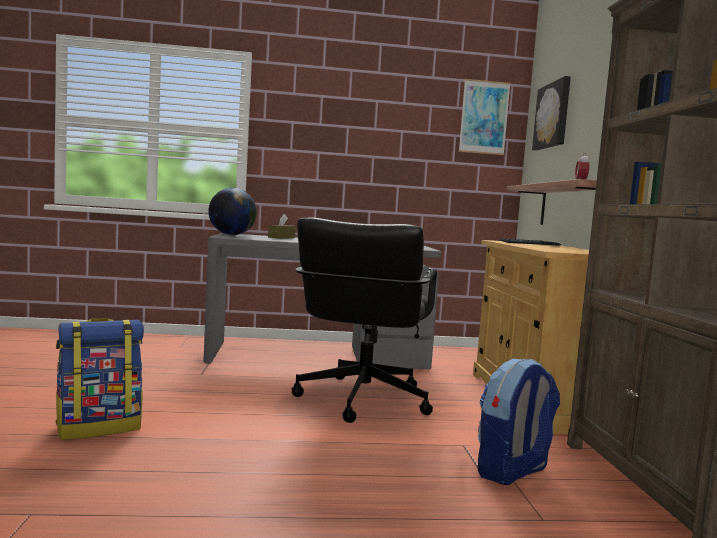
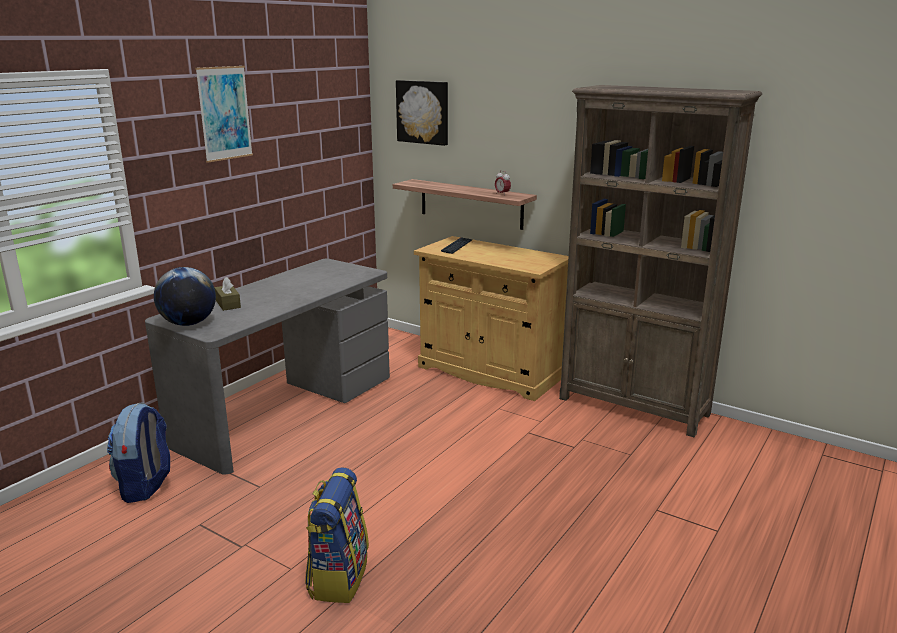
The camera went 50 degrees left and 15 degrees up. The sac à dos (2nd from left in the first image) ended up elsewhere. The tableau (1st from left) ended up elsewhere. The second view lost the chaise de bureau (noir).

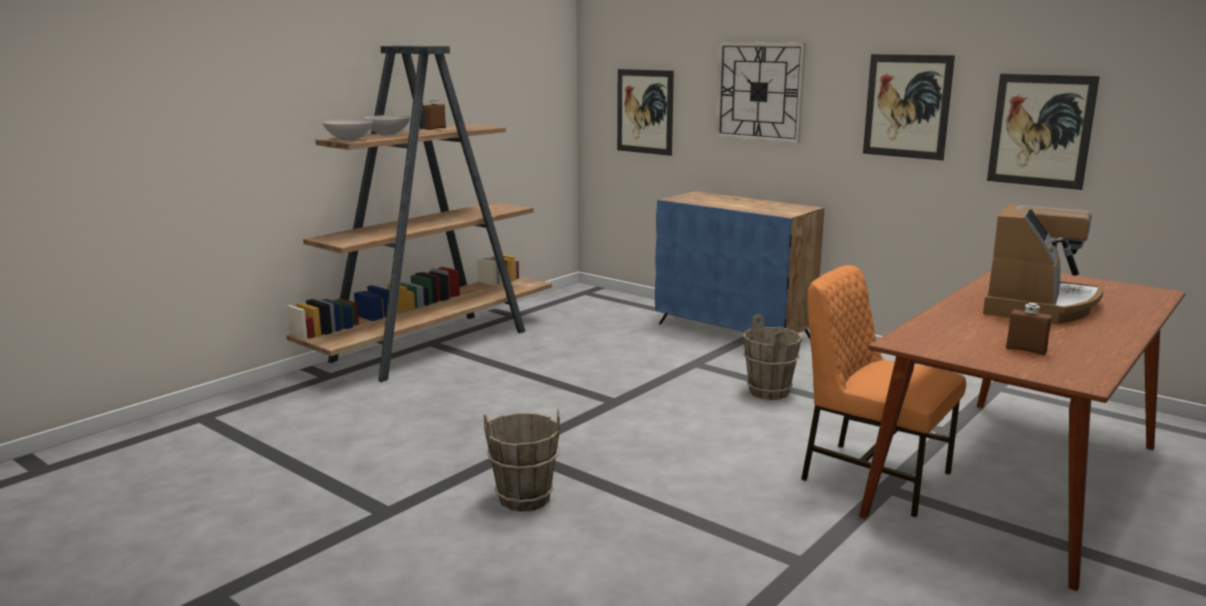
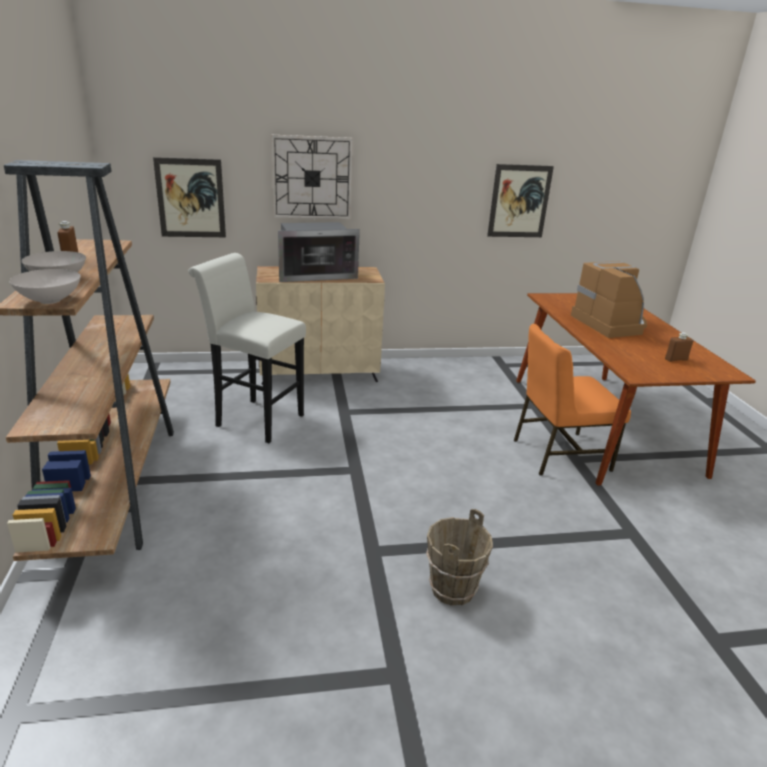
The camera went 50 degrees left and 10 degrees up. The second view gained the tabouret (blanc). What was the meuble de rangement (bleu) turned into the meuble de rangement (beige). The second view gained the micro-ondes. The second view lost the seau (marron) (2nd from left). The second view lost the tableau (2nd from left).

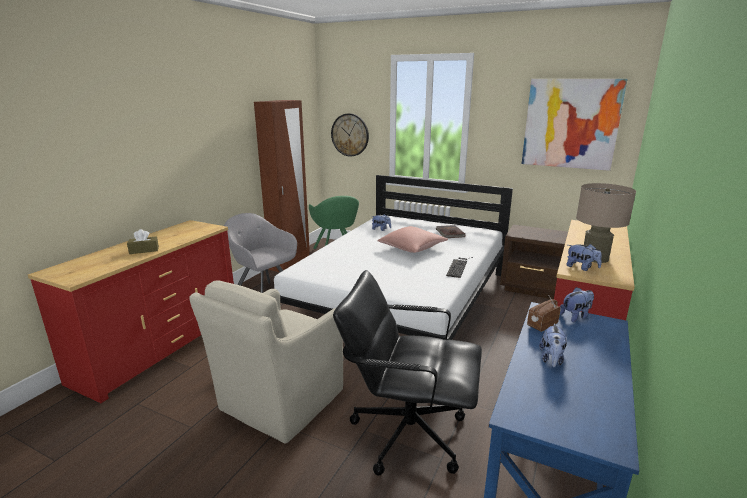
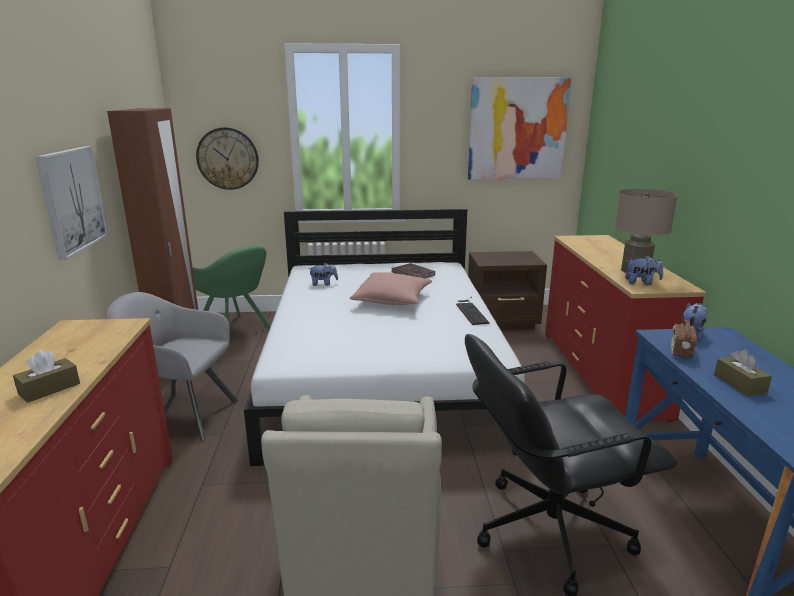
The camera went 30 degrees left and 0 degrees up. The second view gained the tableau (1st from left). Where the peluche (2nd from left) stood, the boîte à mouchoirs (marron) (2nd from left) came to stand.

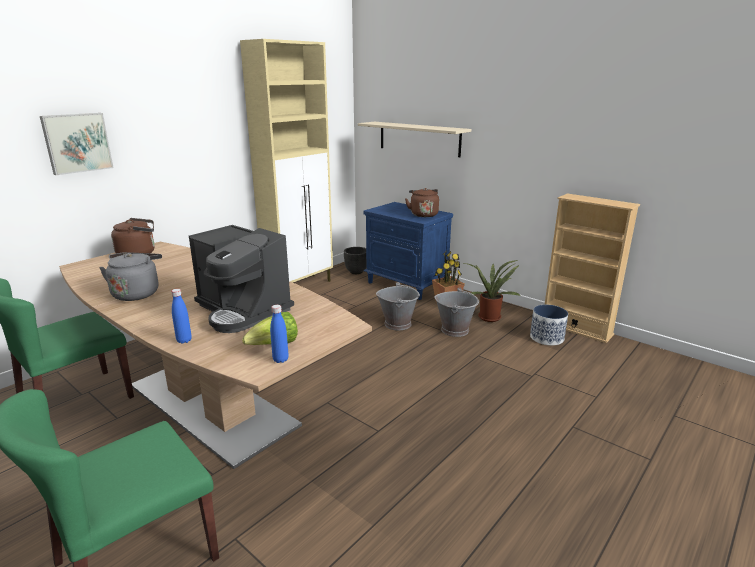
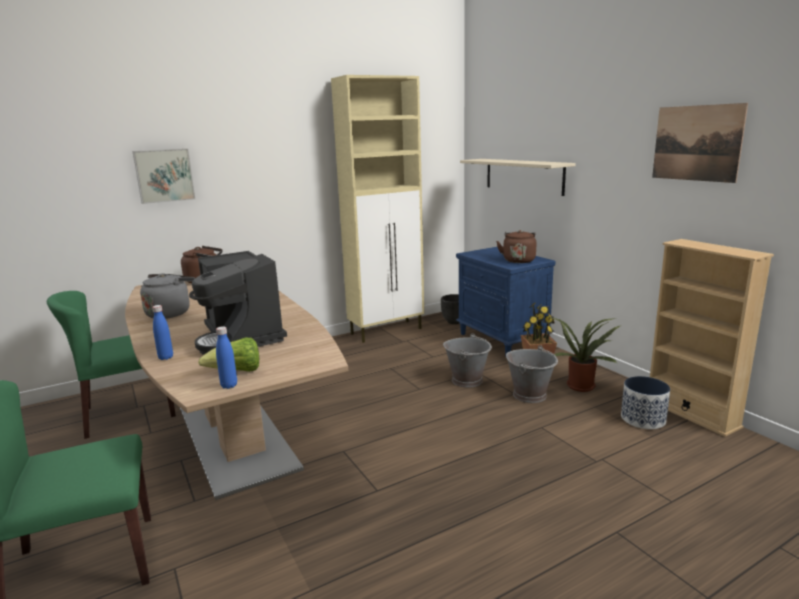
The camera went 20 degrees right and 5 degrees down. The second view gained the tableau (2nd from left).

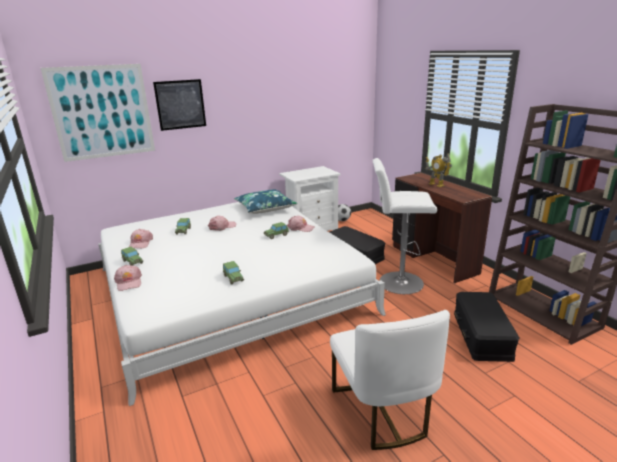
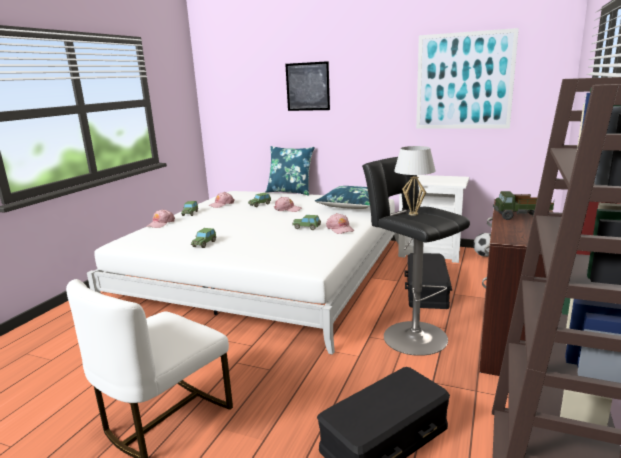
The camera went 50 degrees right and 5 degrees down. The second view gained the coussin (bleu) (1st from left). What was the tabouret (blanc) turned into the tabouret (noir). The second view gained the lampe de table (blanc). The tableau (1st from left in the first image) ended up elsewhere. Where the robot jouet stood, the camion jouet came to stand.

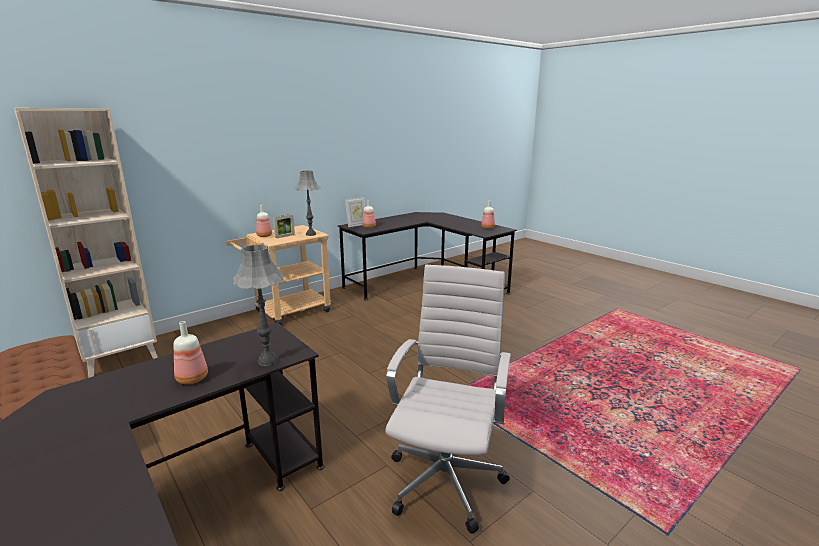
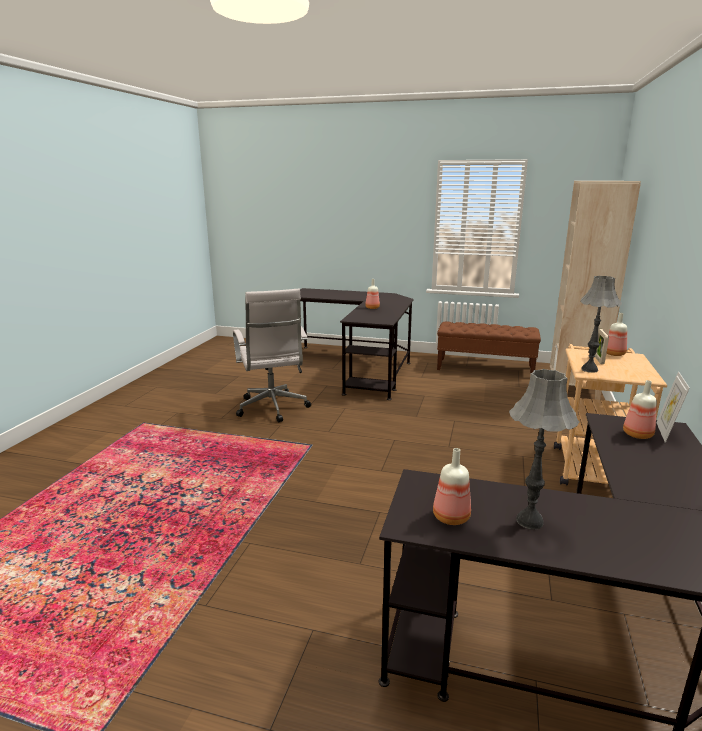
The camera went 145 degrees right and 0 degrees up. The lampe de table (gris) (1st from left) ended up elsewhere.

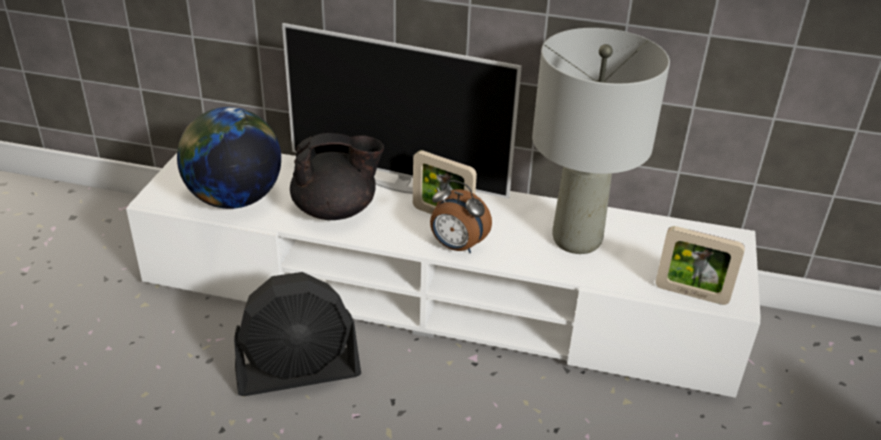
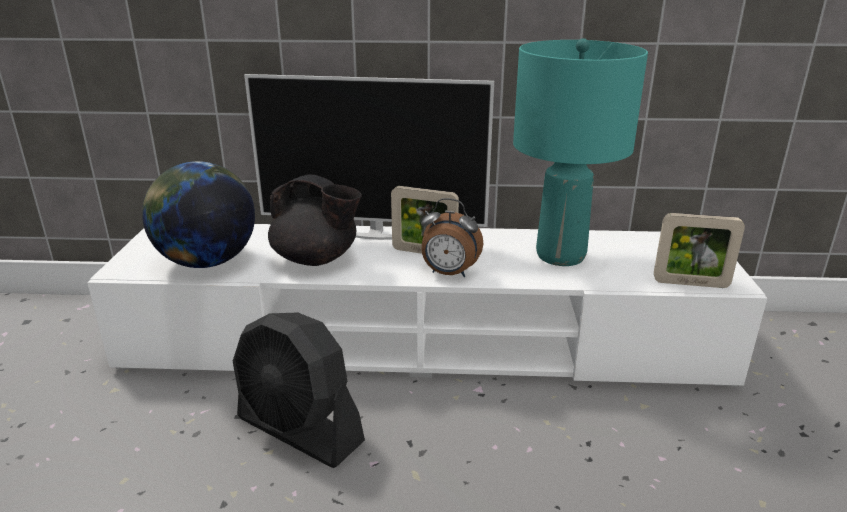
The camera went 10 degrees left and 10 degrees down. The ventilateur (noir) ended up facing another way, 60 degrees clockwise from before. The théière (noir) ended up facing another way, 45 degrees clockwise from before. What was the lampe de table (gris) turned into the lampe de table (turquoise).

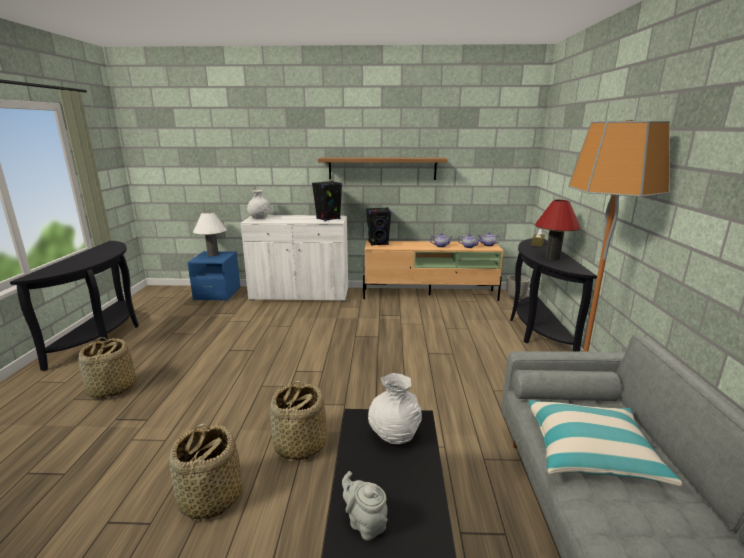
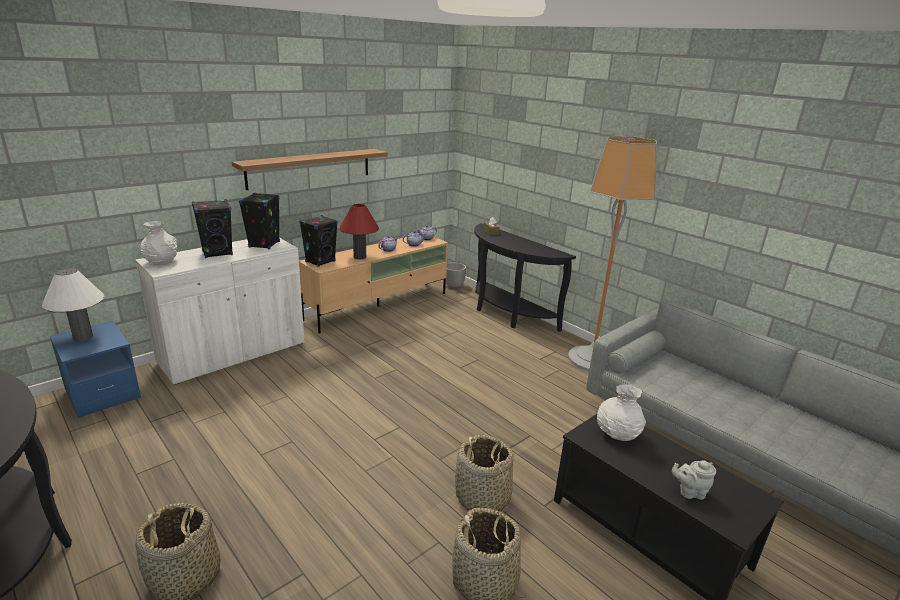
The camera went 45 degrees left and 5 degrees up. The second view gained the enceinte (noir) (1st from left). The lampe de table (rouge) ended up elsewhere. The second view lost the coussin.

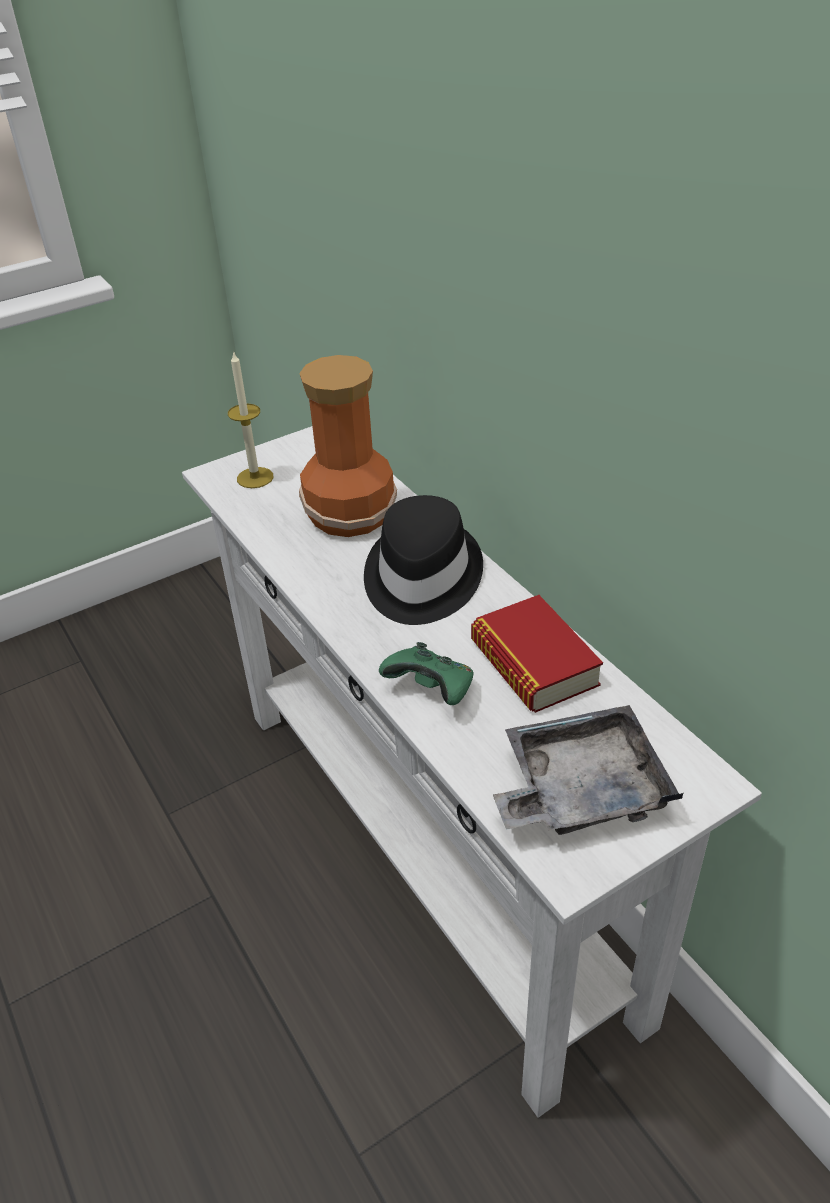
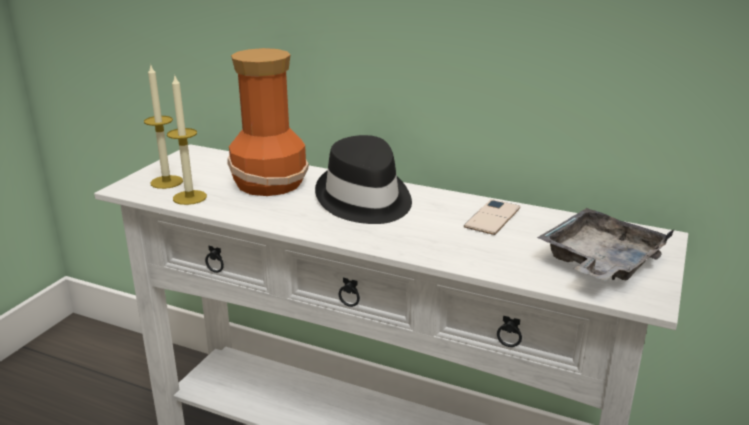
The camera went 35 degrees left and 15 degrees down. The second view gained the bougie (2nd from left). Where the livre stood, the téléphone came to stand. The second view lost the manette (vert).

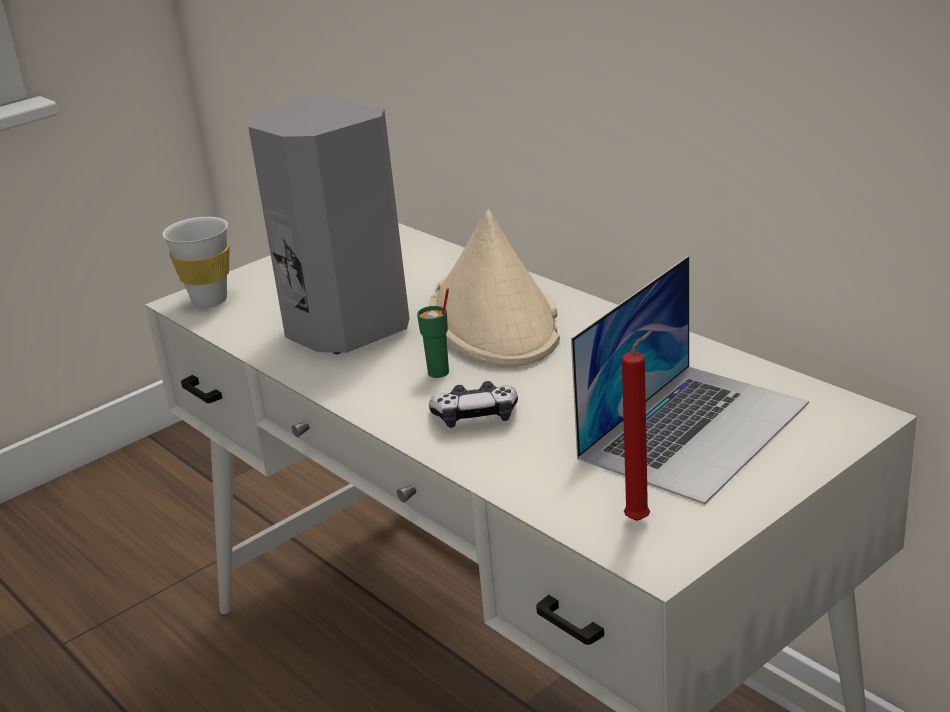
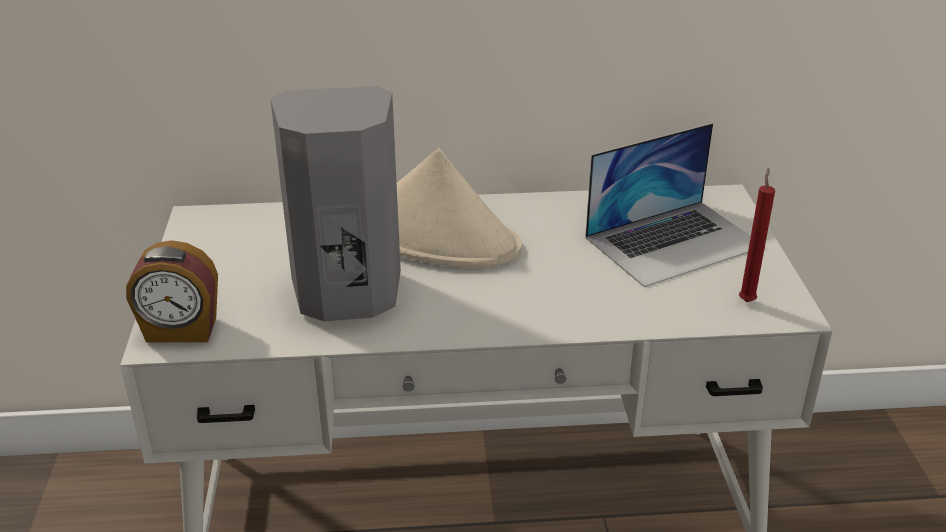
The camera went 55 degrees left and 5 degrees up. Where the tasse (blanc) stood, the réveil came to stand. The ordinateur portable ended up facing another way, 75 degrees clockwise from before. The second view lost the tasse (vert). The second view lost the manette.

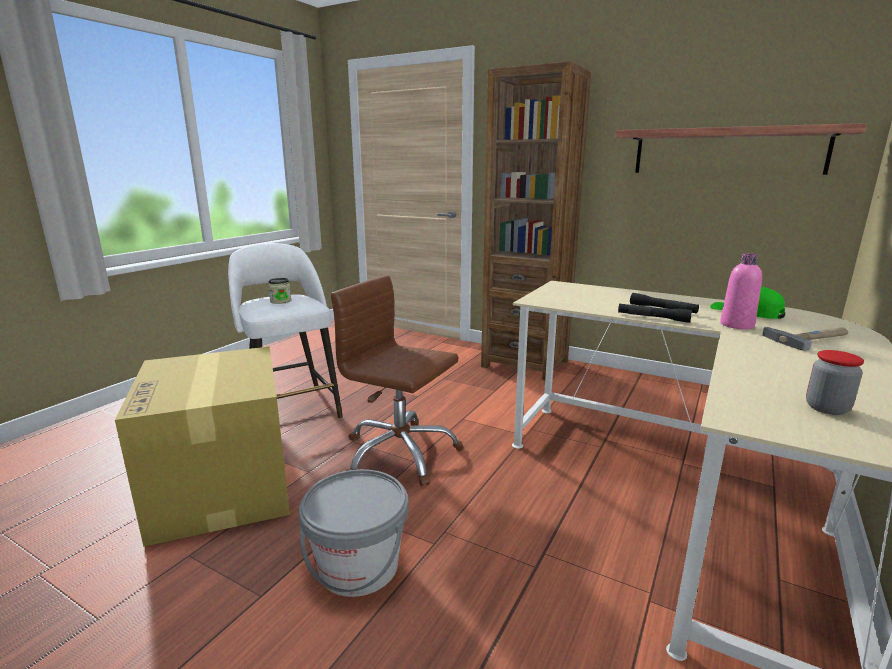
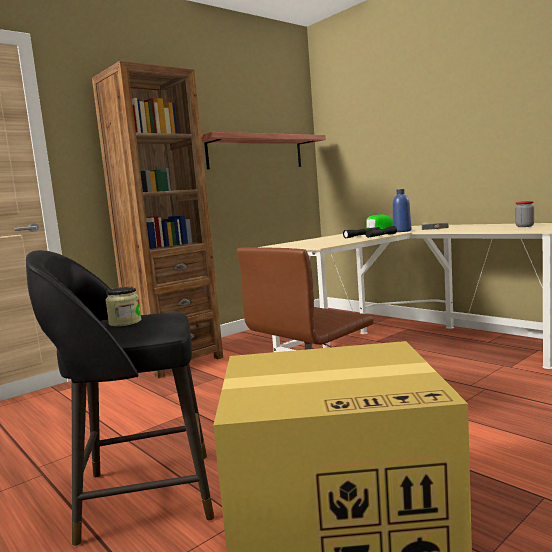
The camera went 70 degrees left and 10 degrees down. What was the tabouret (blanc) turned into the tabouret (noir). What was the bouteille (rose) turned into the bouteille (bleu). The second view lost the seau (gris).

